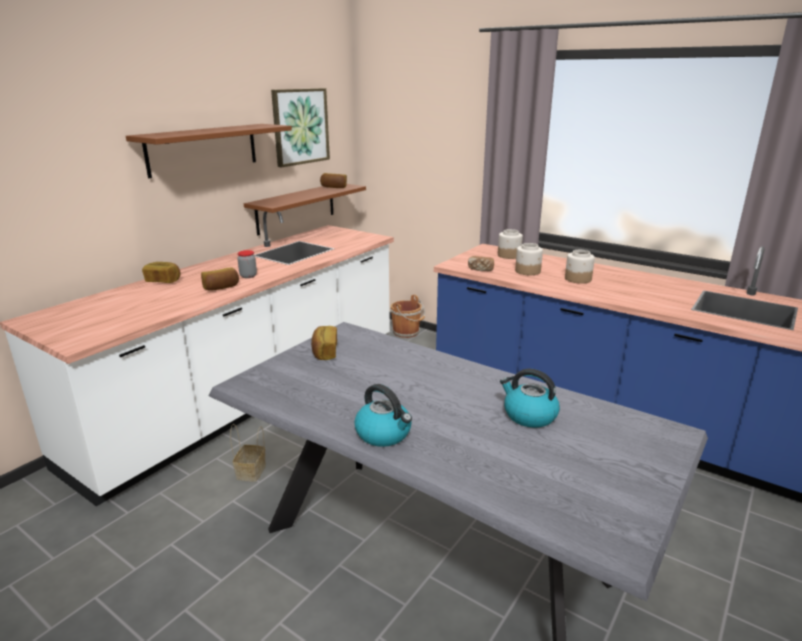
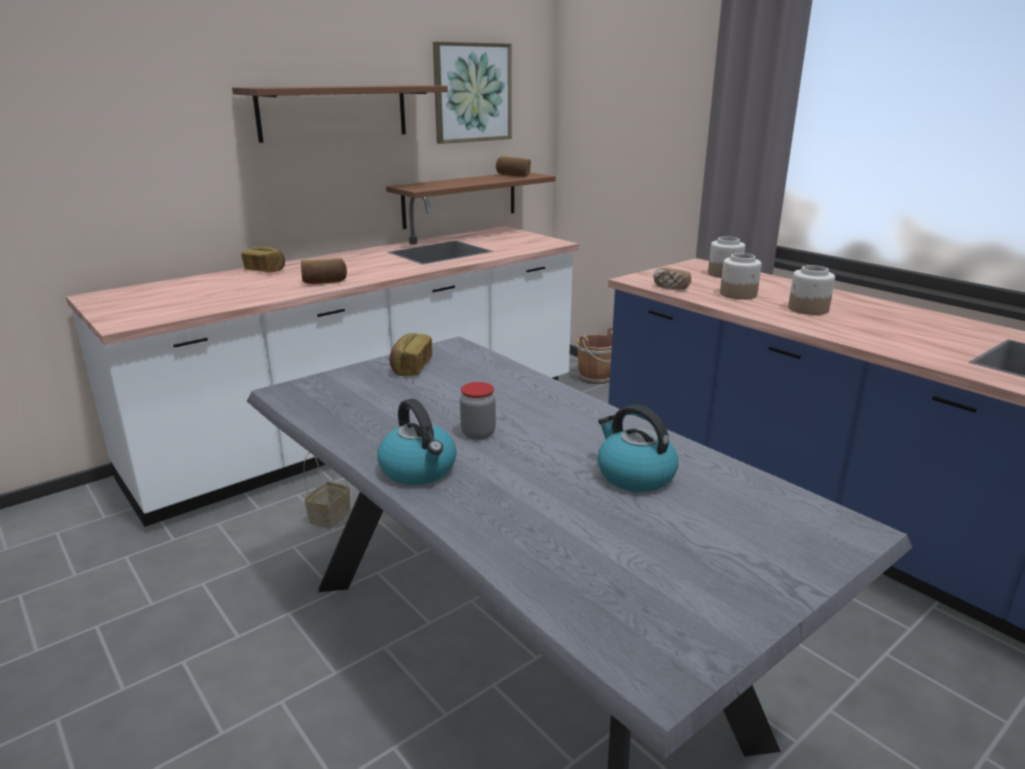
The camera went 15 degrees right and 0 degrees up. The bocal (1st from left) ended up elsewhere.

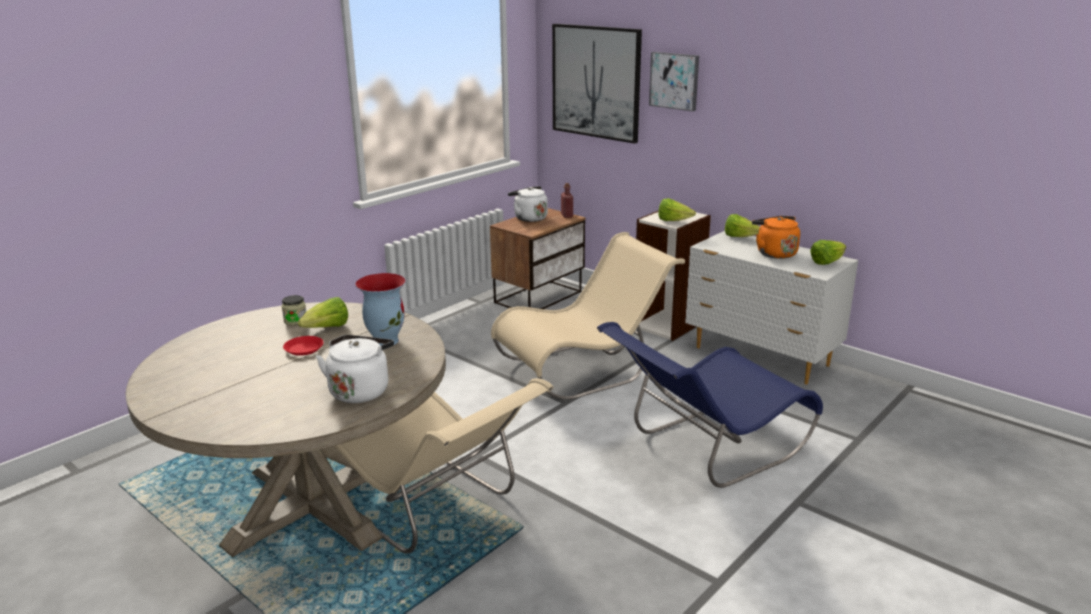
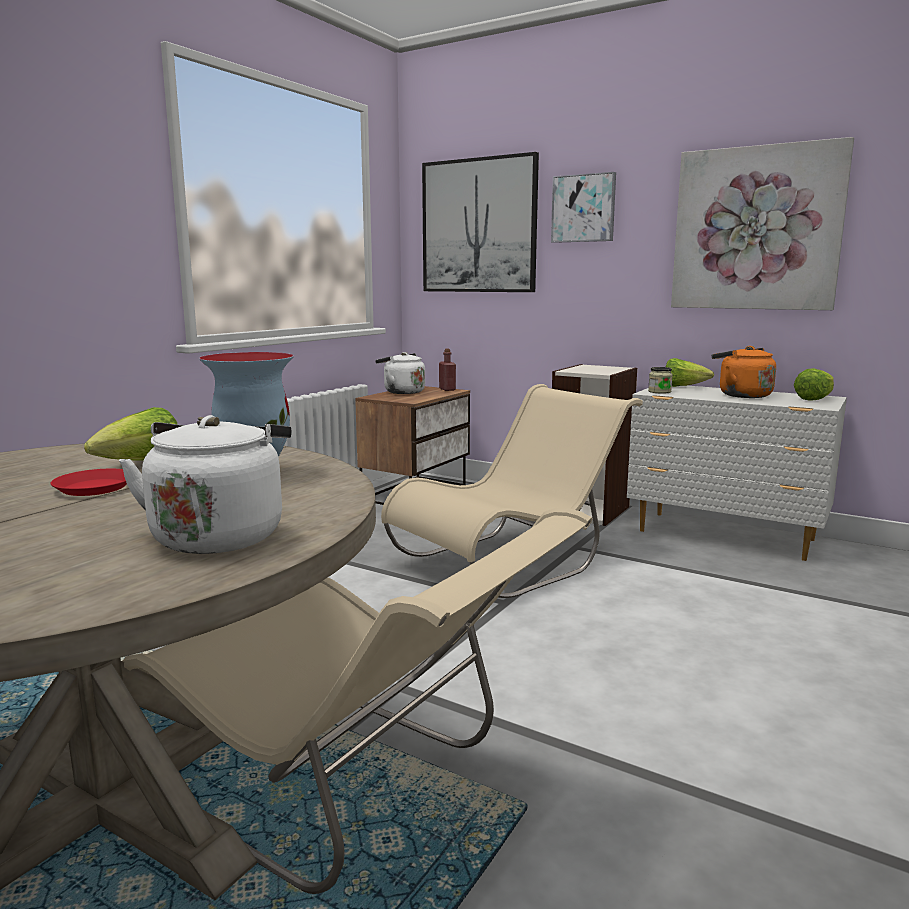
The camera went 10 degrees left and 10 degrees down. The bocal ended up elsewhere. The second view gained the tableau (3rd from left). The second view lost the chaise (bleu). The second view lost the laitue (2nd from left).

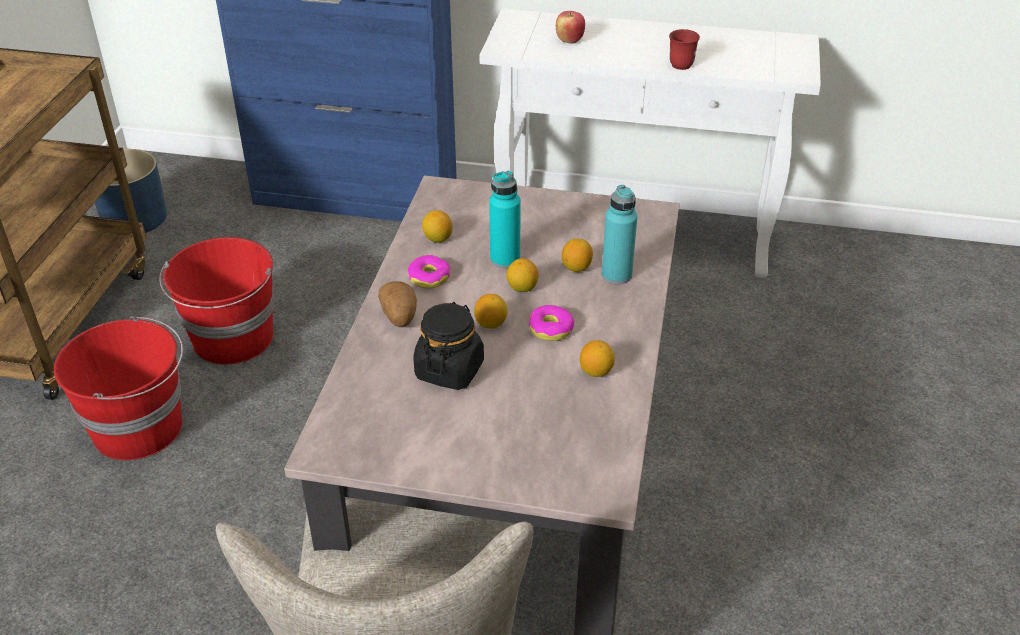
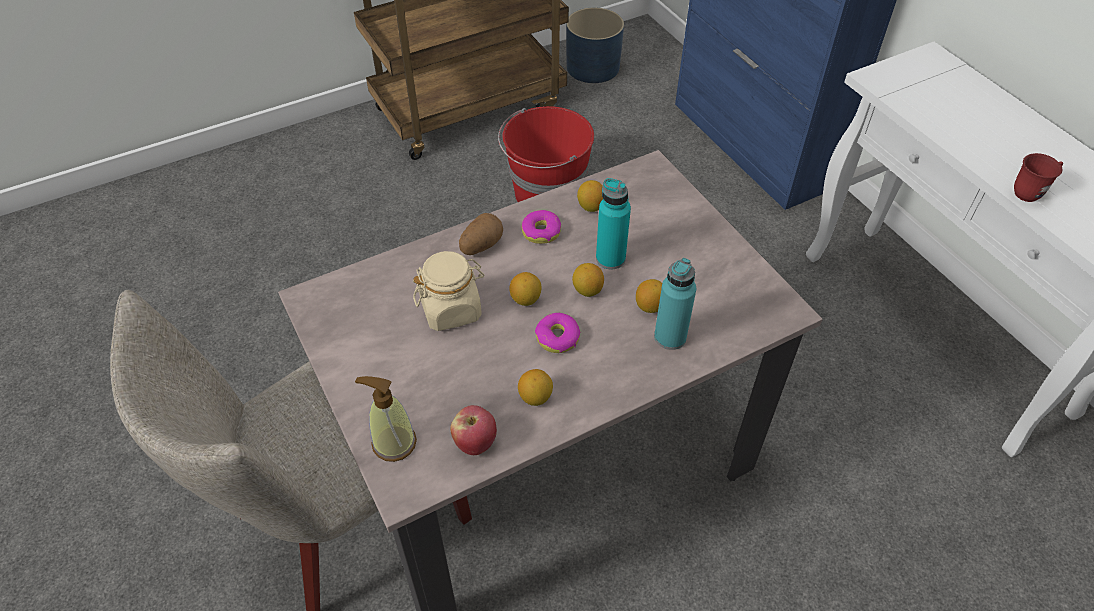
The camera went 50 degrees right and 10 degrees up. The second view gained the distributeur de savon. What was the bocal (noir) turned into the bocal (beige). The pomme ended up elsewhere. The second view lost the seau (rouge) (1st from left).

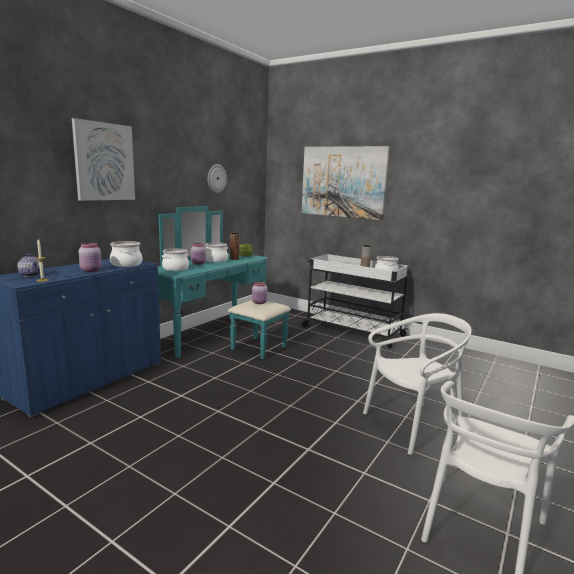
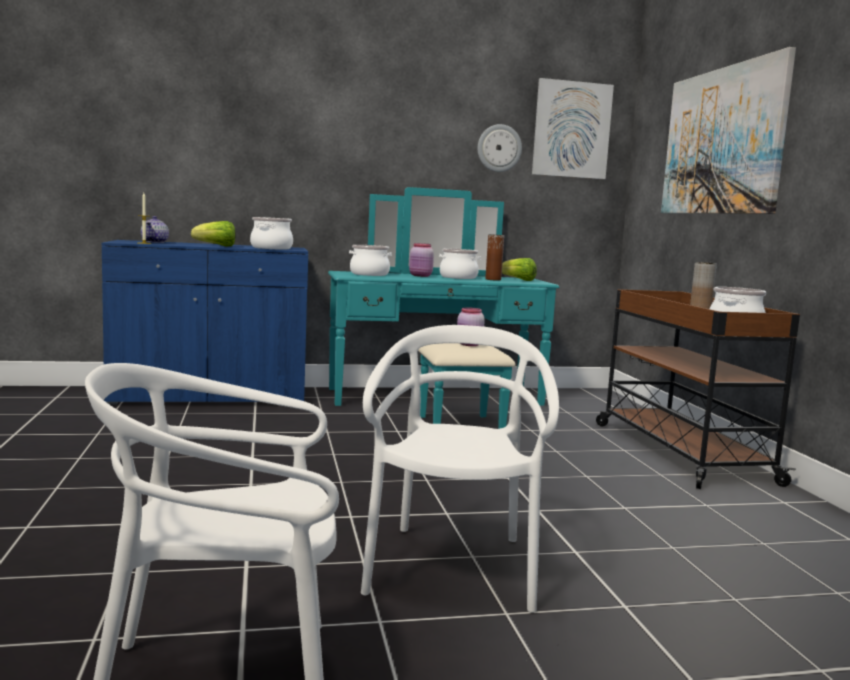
The camera went 45 degrees right and 5 degrees down. Where the bocal (rose) (1st from left) stood, the laitue (1st from left) came to stand. The chaise (blanc) (1st from left in the first image) ended up facing another way, 105 degrees counterclockwise from before. The tableau (1st from left) ended up elsewhere. What was the chariot (blanc) turned into the chariot (marron).

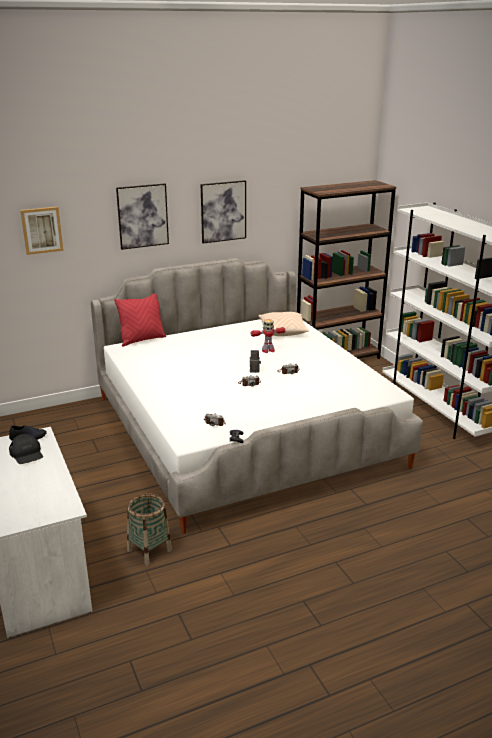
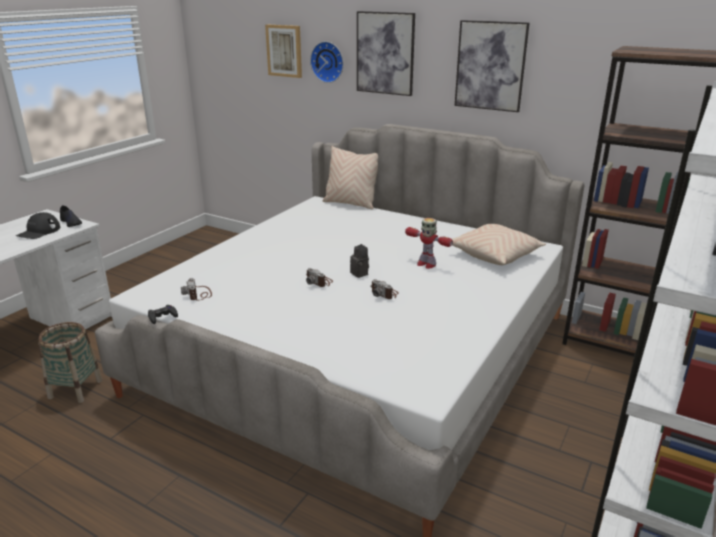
The camera went 55 degrees right and 0 degrees up. The second view gained the horloge murale. What was the coussin (rouge) turned into the coussin (beige) (1st from left).

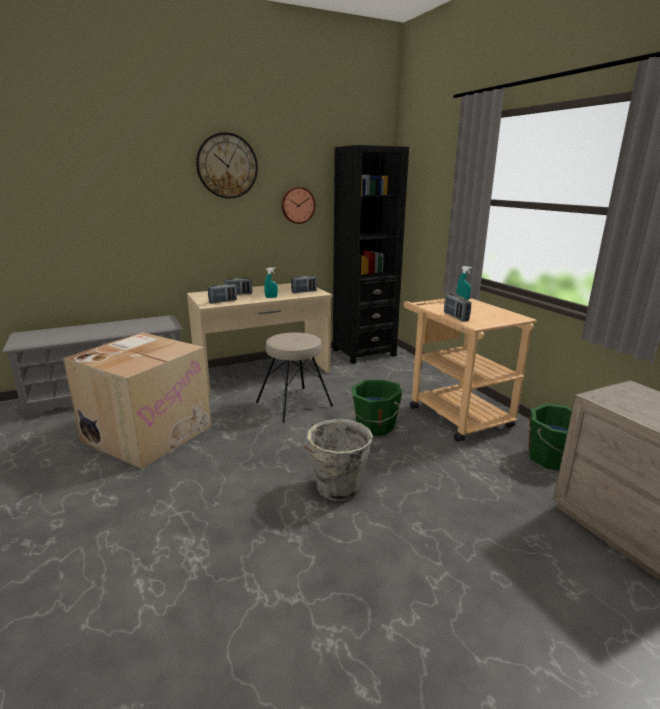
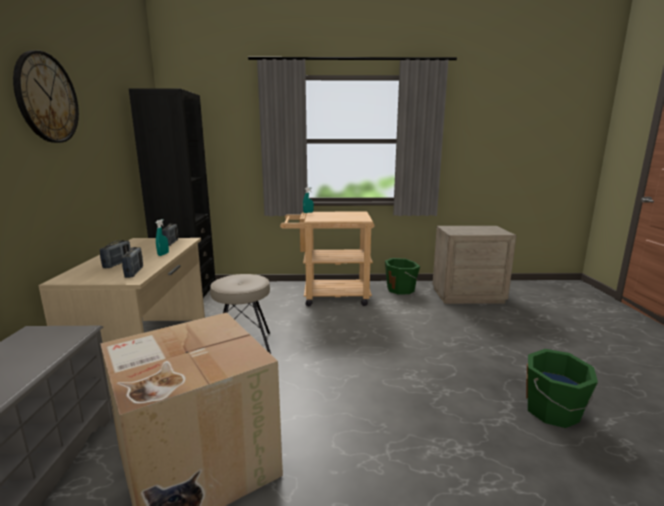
The camera went 65 degrees left and 5 degrees down. The seau (vert) (1st from left in the first image) ended up elsewhere. The second view lost the horloge murale (2nd from left). The second view lost the seau (gris). The second view lost the radio (4th from left).

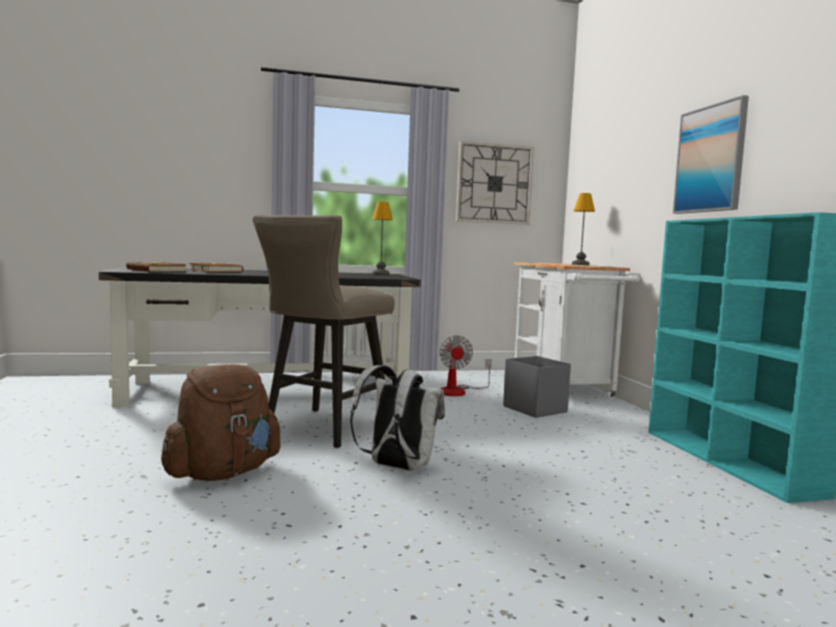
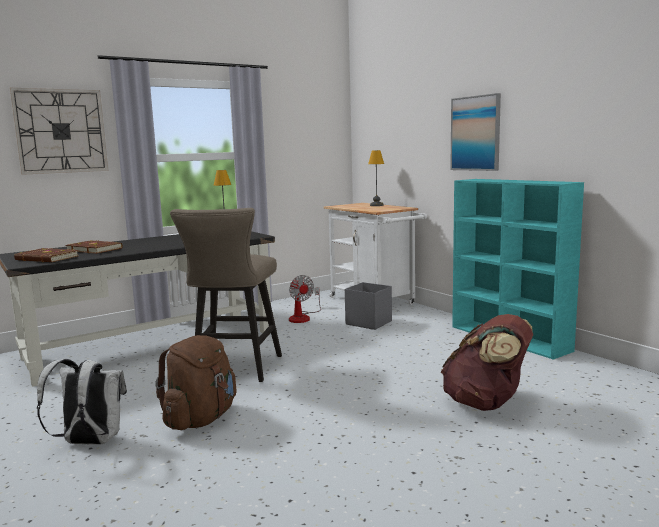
The camera went 20 degrees left and 5 degrees up. The horloge murale ended up elsewhere. The sac à dos (blanc) ended up elsewhere. The second view gained the sac à dos (marron) (2nd from left).

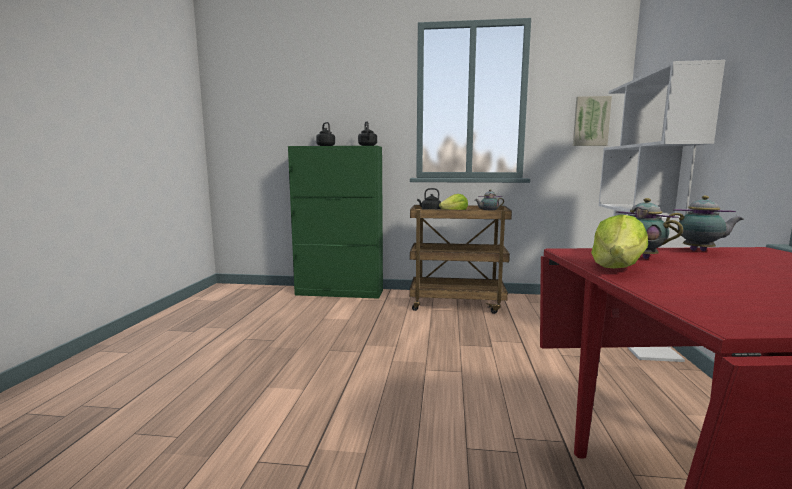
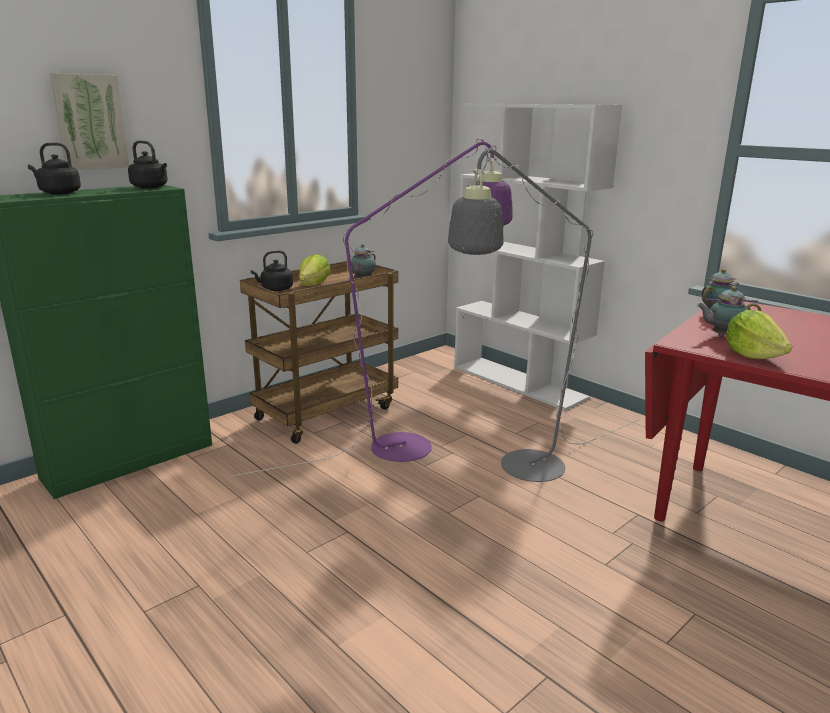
The camera went 50 degrees left and 10 degrees up. The tableau ended up elsewhere. The second view gained the lampadaire (violet). The second view gained the lampadaire (gris).

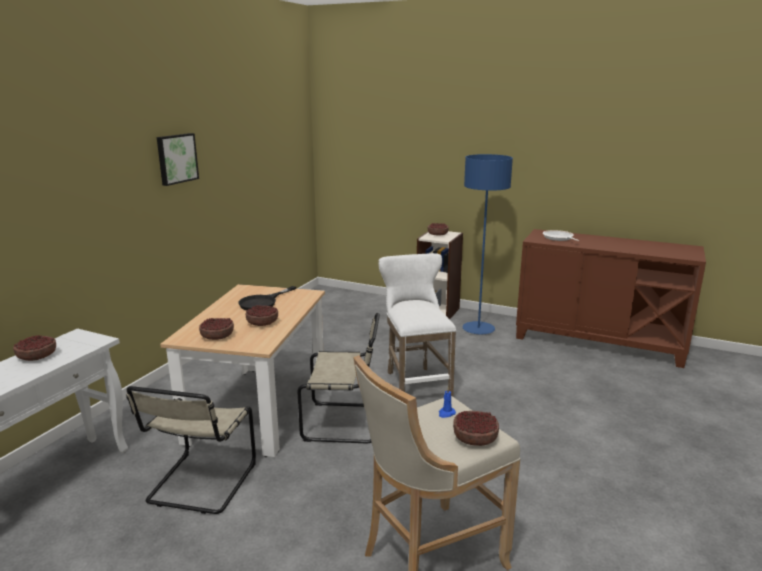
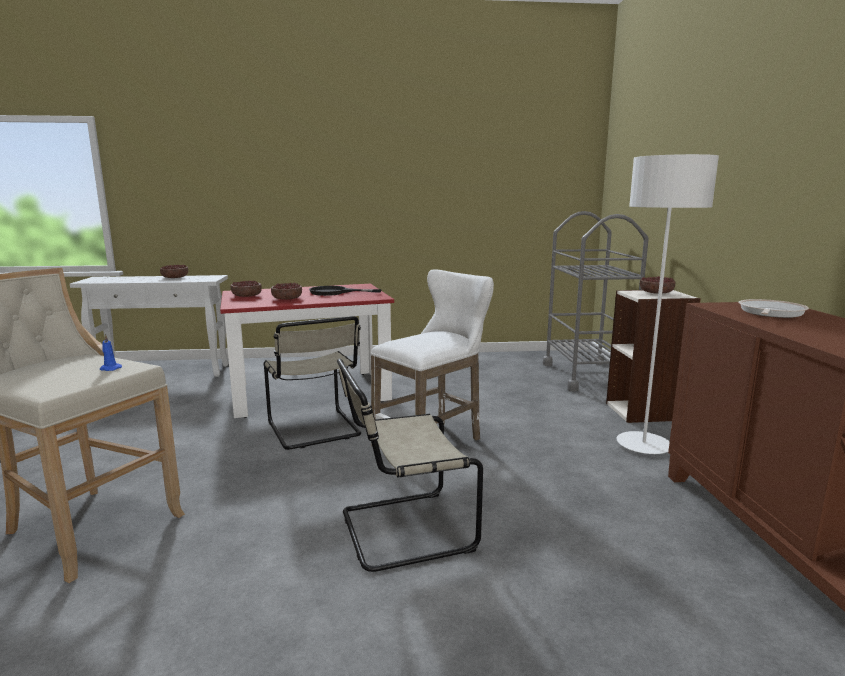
The camera went 60 degrees right and 5 degrees down. What was the table à manger (beige) turned into the table à manger (rouge). The chaise (beige) (1st from left in the first image) ended up elsewhere. The second view gained the chariot (gris). What was the lampadaire (bleu) turned into the lampadaire (blanc). The second view lost the tableau. The second view lost the bol (5th from left).

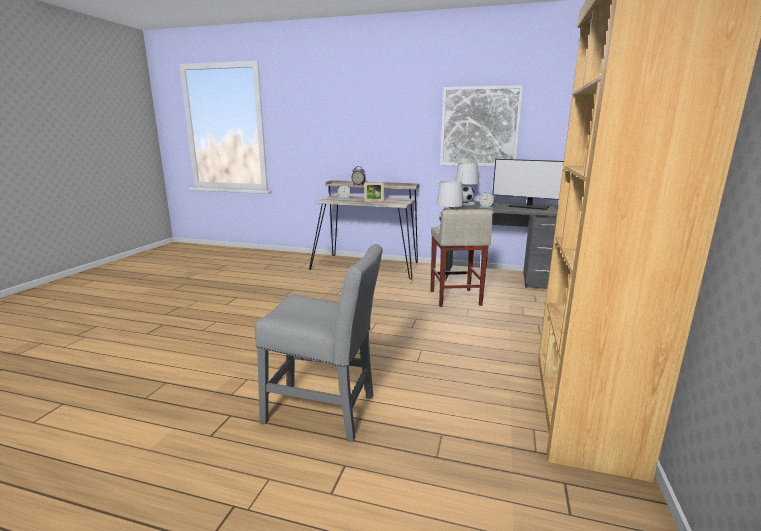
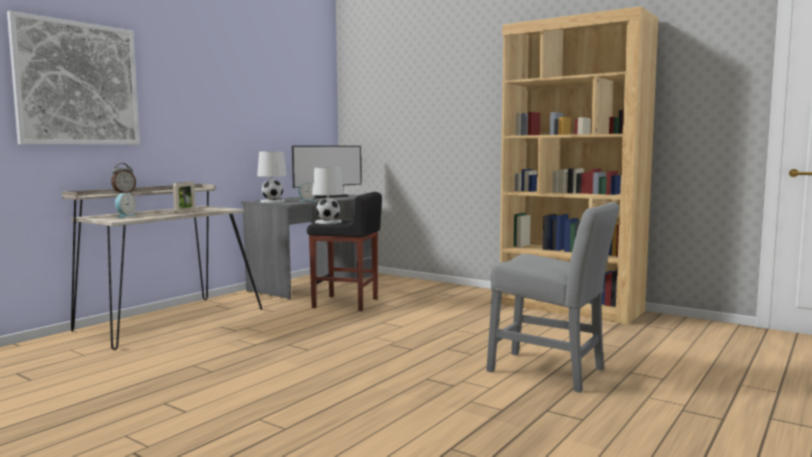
The camera went 70 degrees left and 10 degrees down. The tableau ended up elsewhere. What was the tabouret (beige) turned into the tabouret (noir). The chaise (gris) ended up facing another way, 90 degrees clockwise from before.

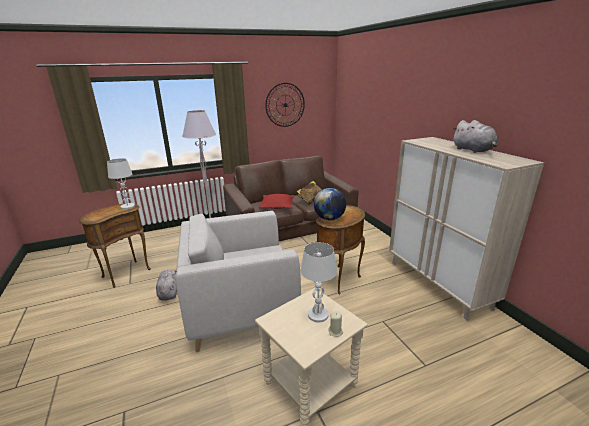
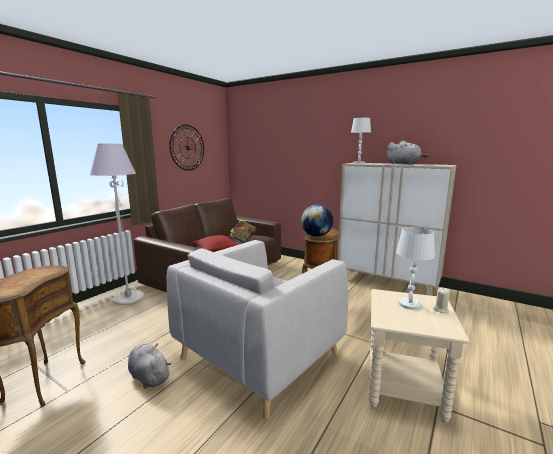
The camera went 35 degrees left and 10 degrees down. The lampe de table (blanc) (1st from left) ended up elsewhere.

